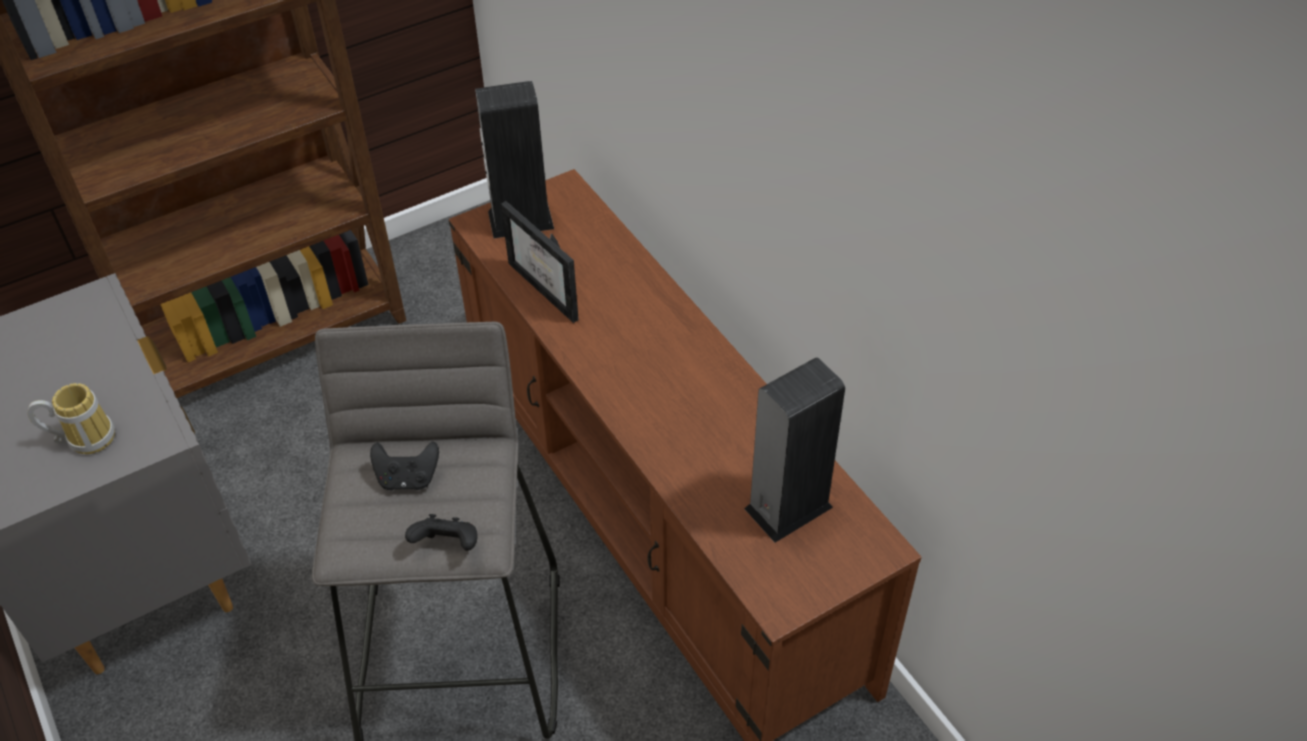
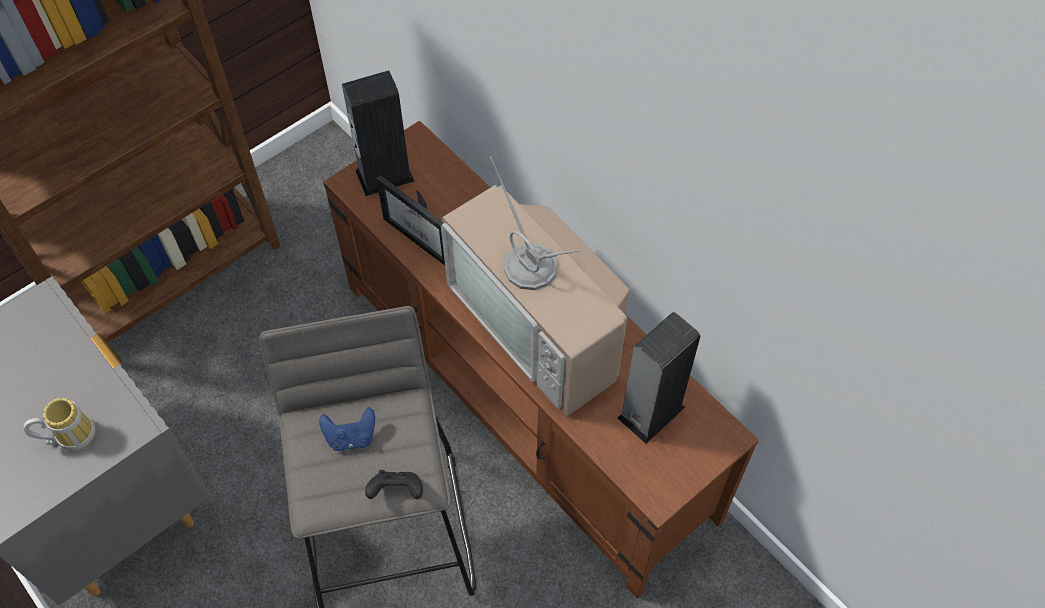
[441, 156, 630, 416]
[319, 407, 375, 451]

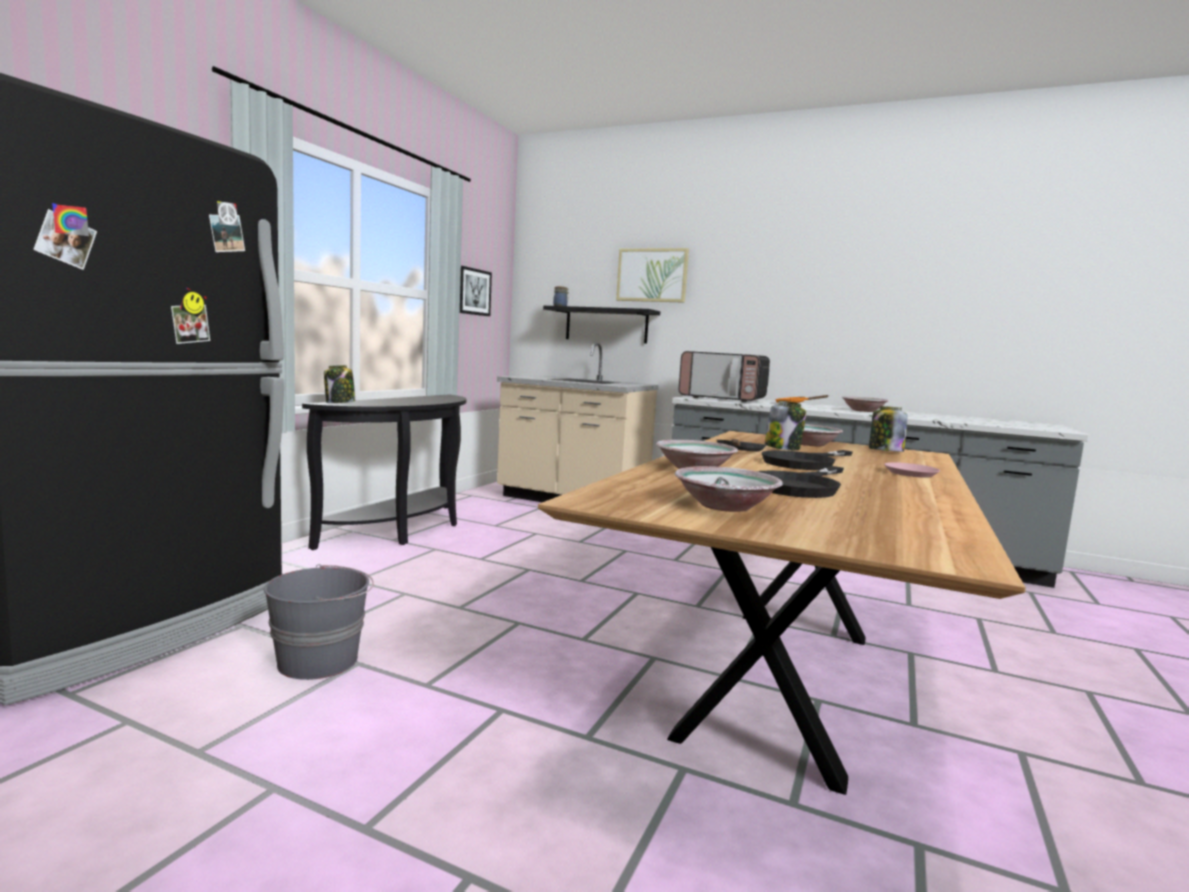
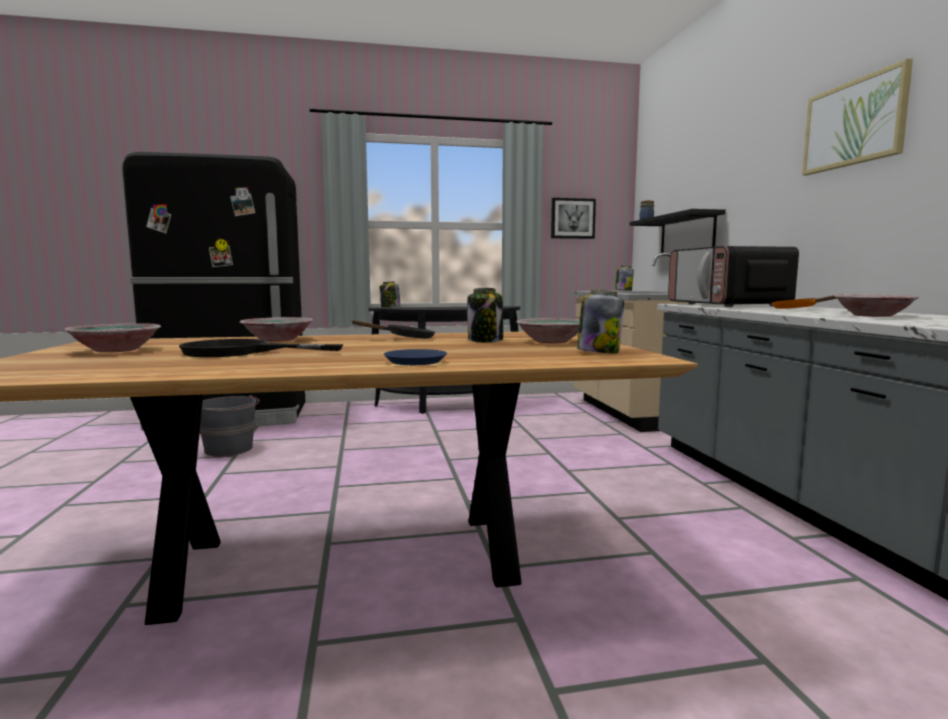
[762, 450, 853, 470] (first image)
[615, 265, 634, 291]
[802, 58, 913, 175]
[384, 349, 447, 365]

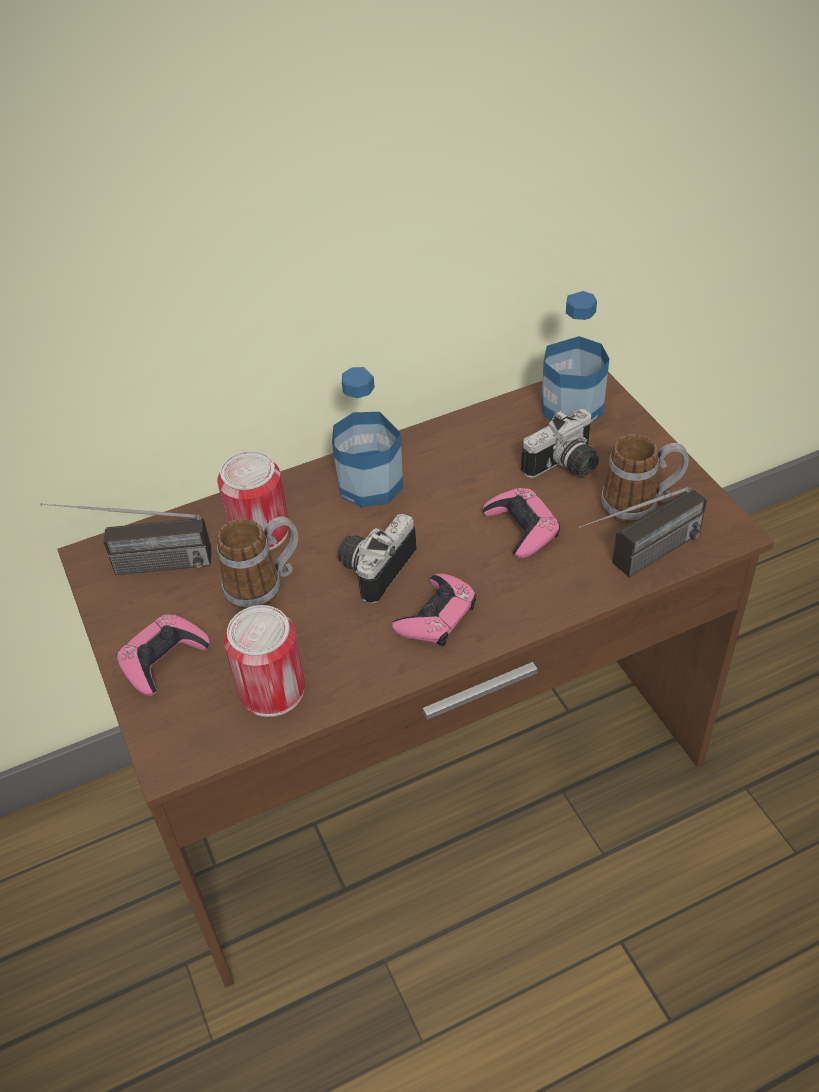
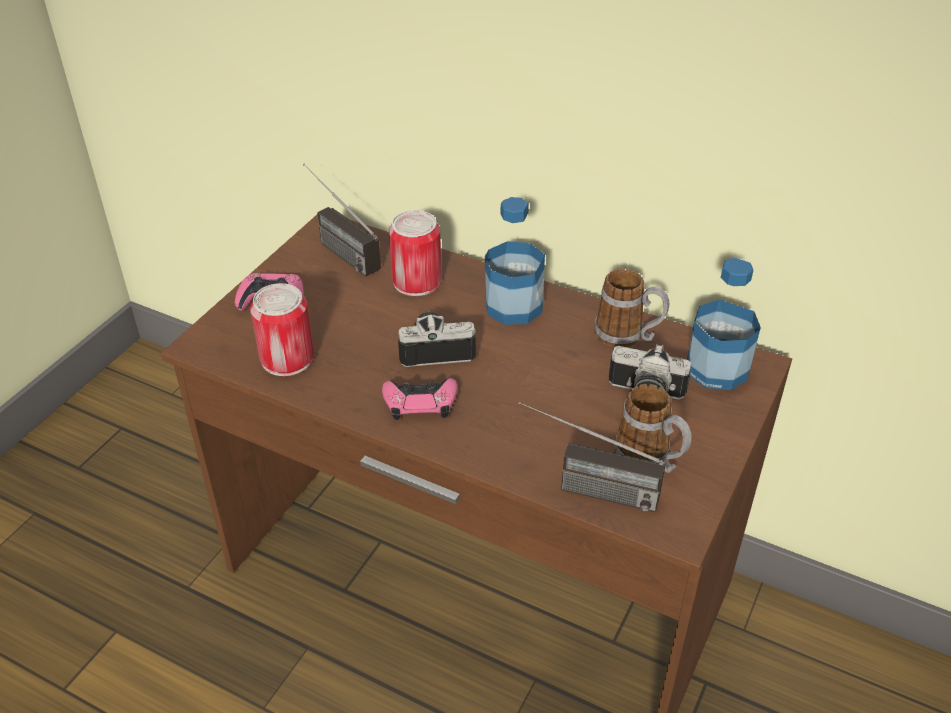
[482, 488, 560, 558] (first image)
[594, 269, 669, 347]

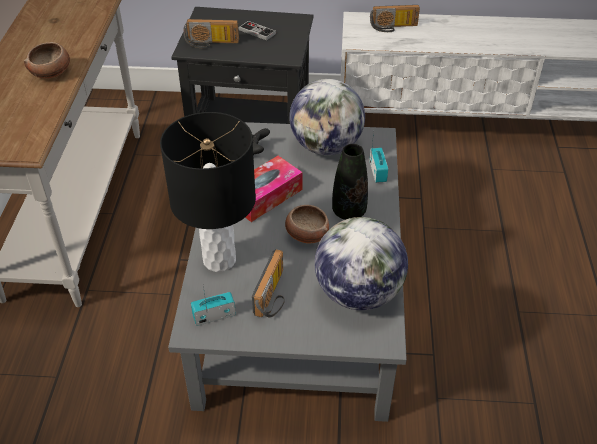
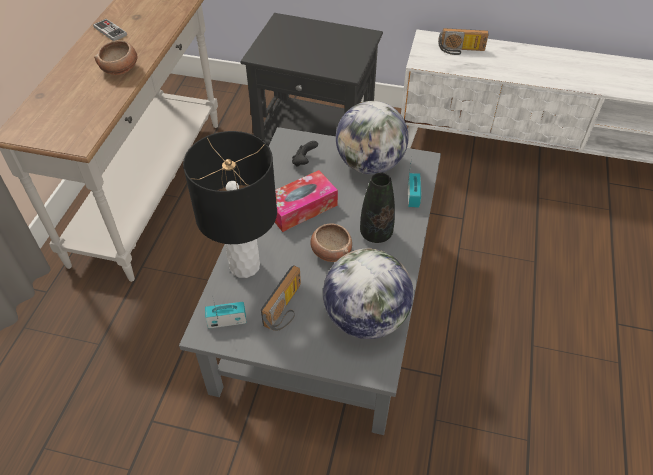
[183, 19, 239, 49] (first image)
[93, 19, 127, 41]

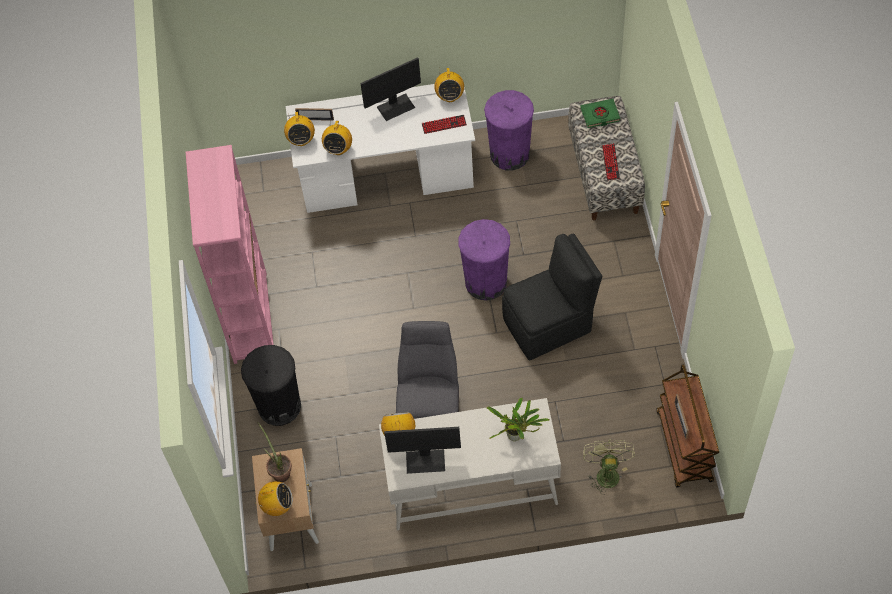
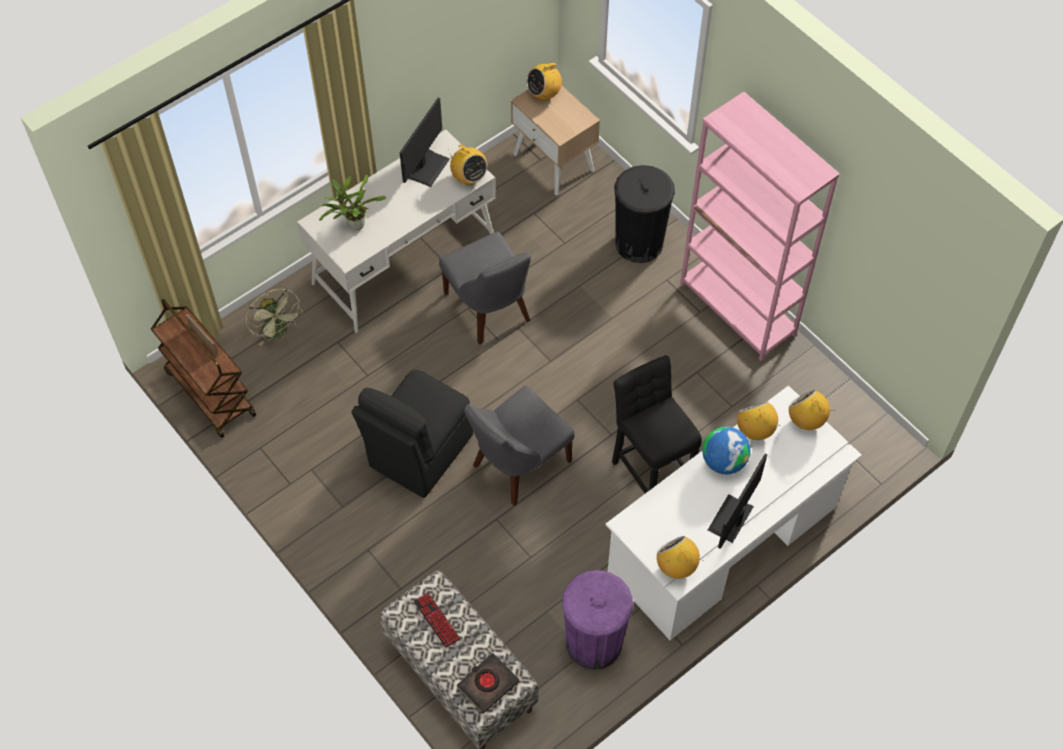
[258, 423, 292, 482] (first image)
[295, 108, 334, 121] (first image)
[422, 115, 467, 134] (first image)
[612, 355, 701, 493]
[702, 427, 751, 474]
[464, 386, 574, 506]
[457, 653, 519, 714]
[400, 97, 450, 187]

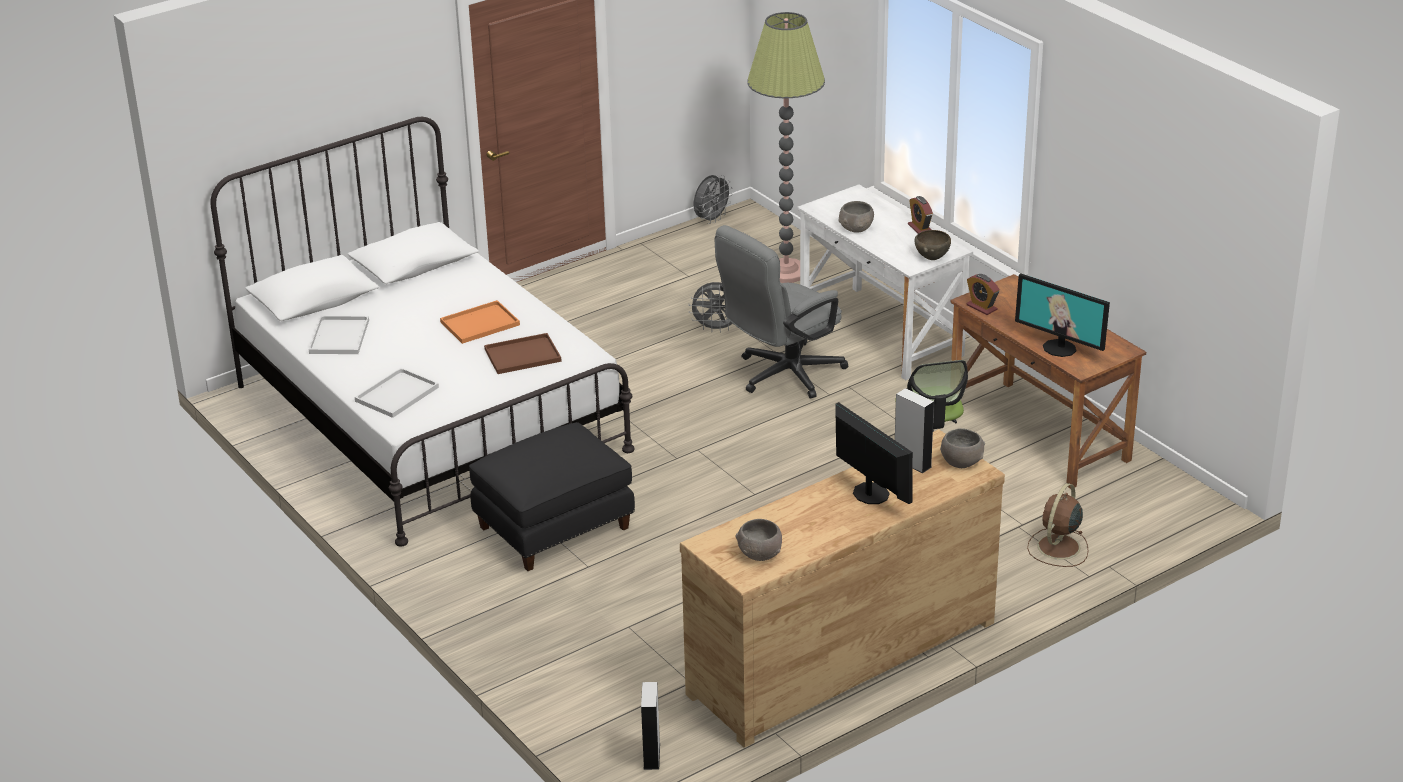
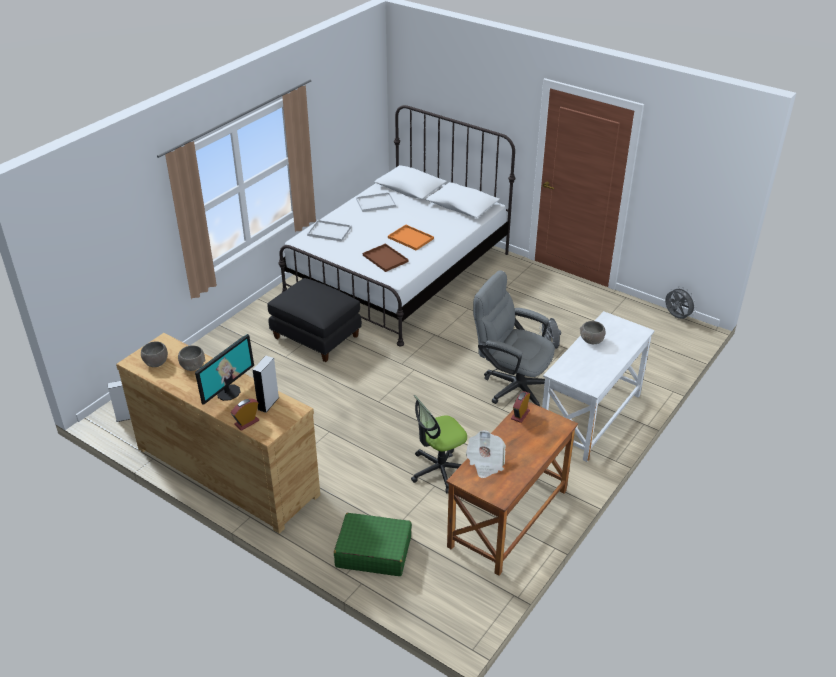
[747, 12, 825, 283] (first image)
[915, 230, 951, 260] (first image)
[231, 399, 259, 431]
[178, 345, 205, 371]
[465, 430, 506, 478]
[334, 513, 412, 576]
[665, 286, 697, 319]

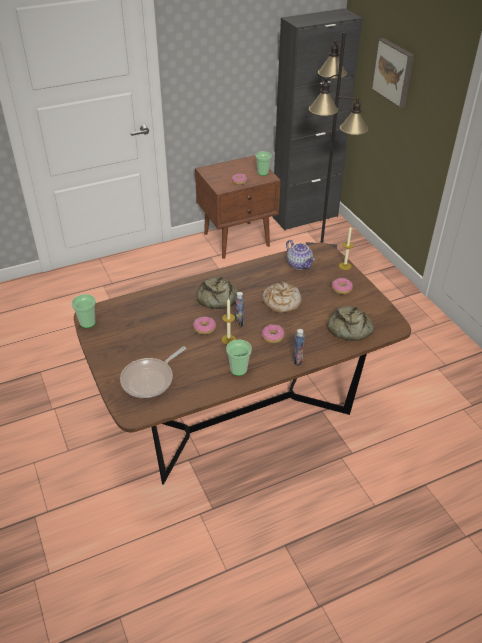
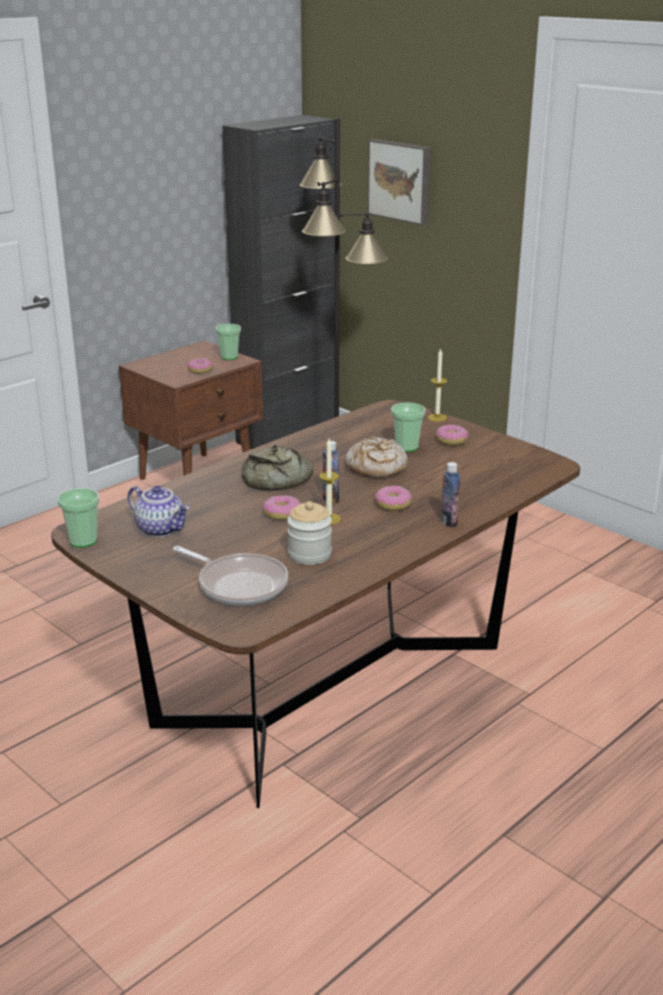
[327, 306, 375, 341] (first image)
[287, 501, 332, 565]
[391, 402, 425, 452]
[128, 486, 190, 537]
[173, 546, 288, 606]

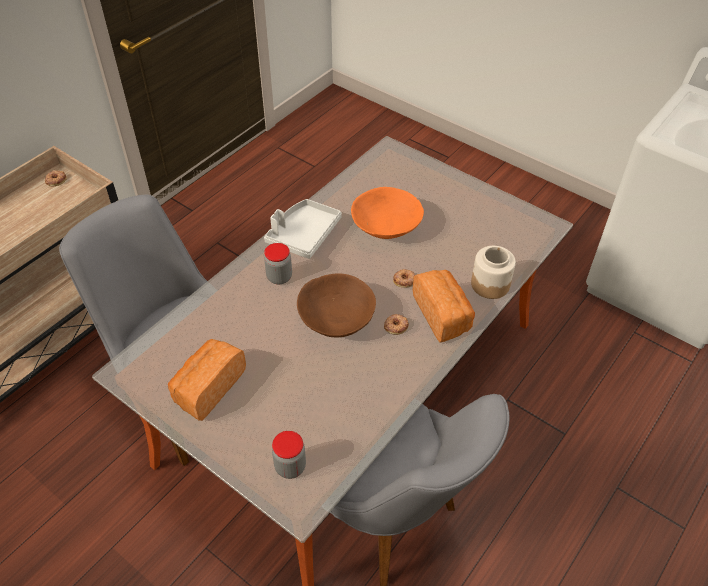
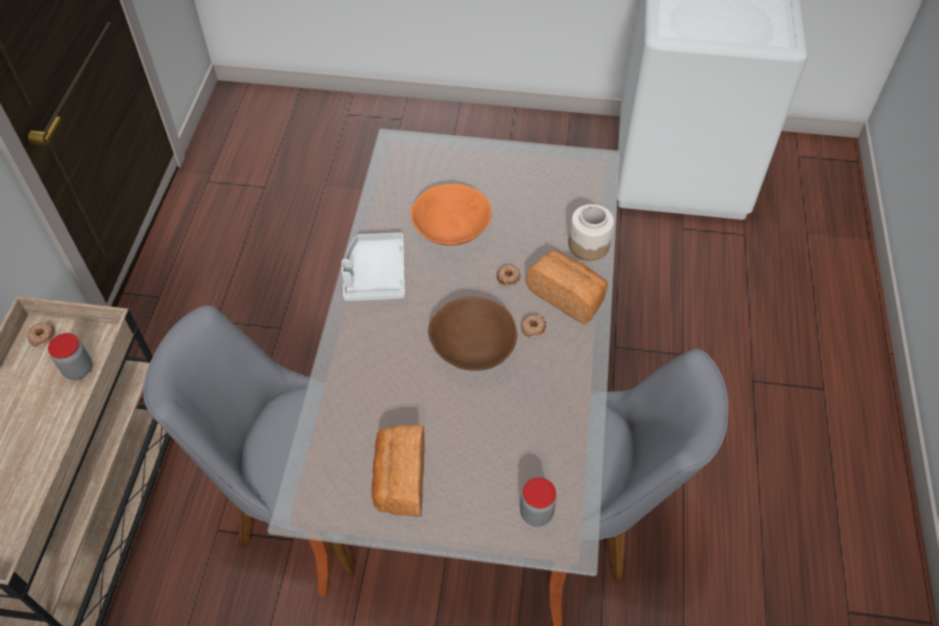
[48, 333, 92, 380]

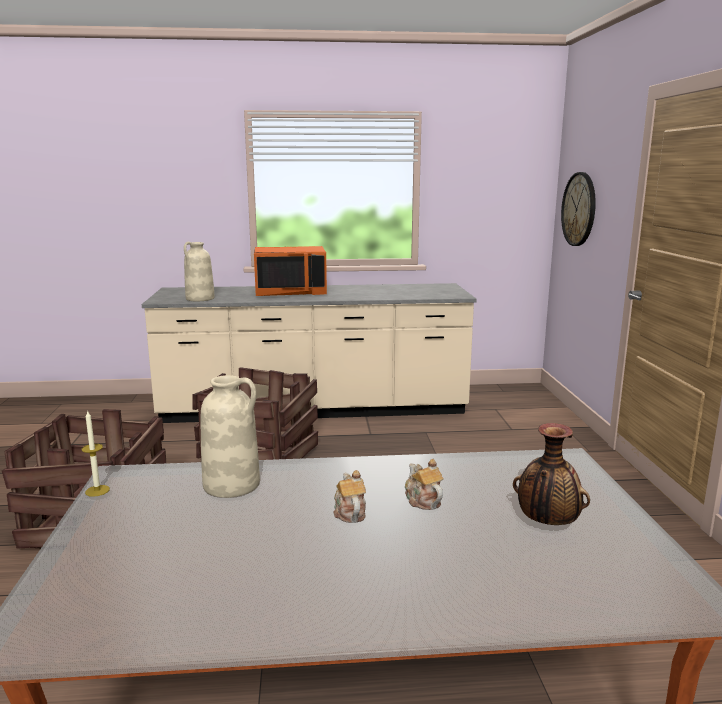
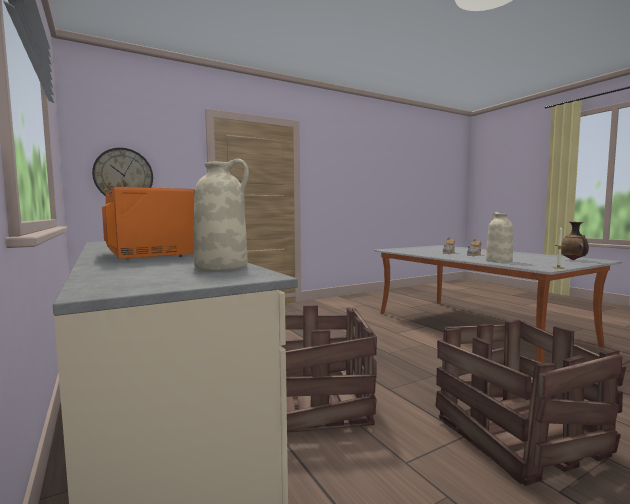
[561, 222, 589, 260]

